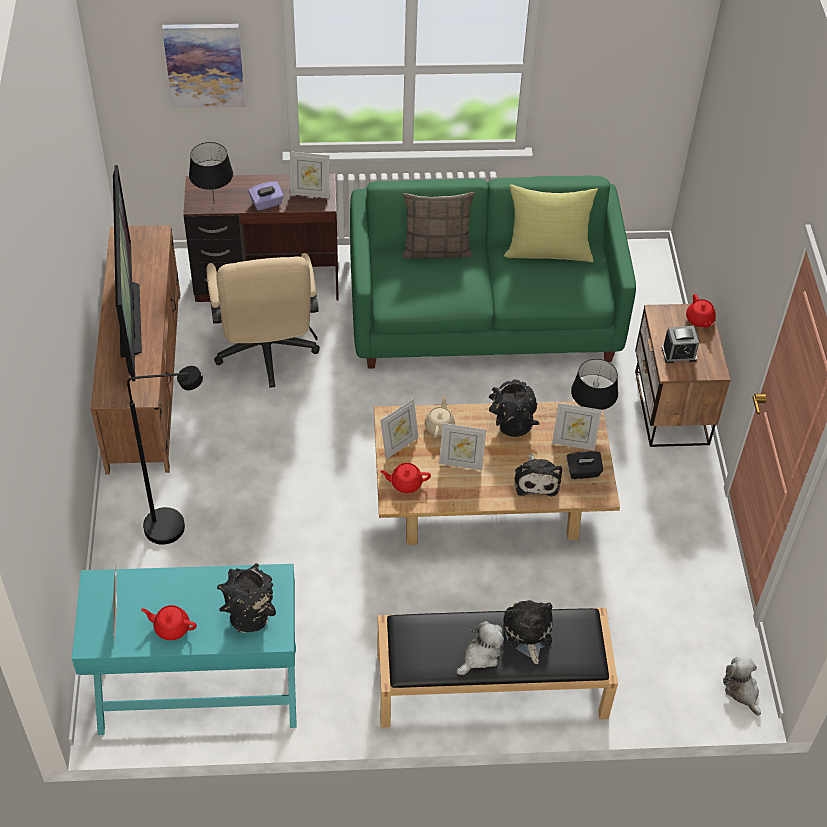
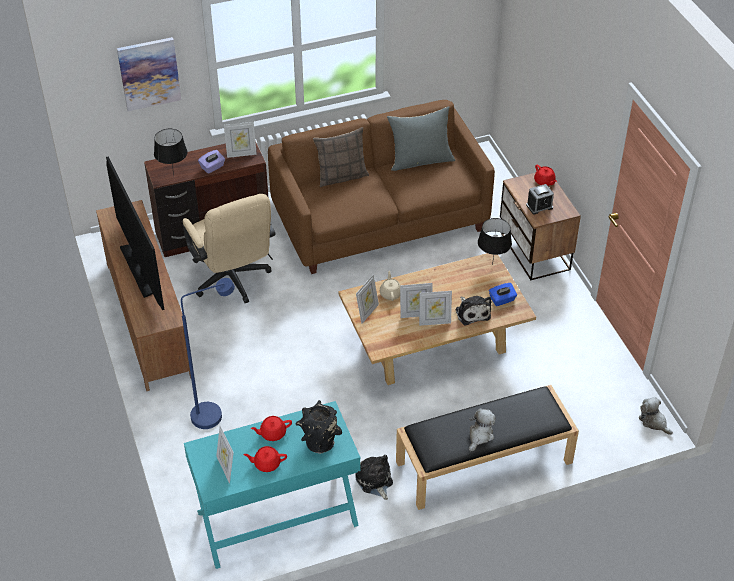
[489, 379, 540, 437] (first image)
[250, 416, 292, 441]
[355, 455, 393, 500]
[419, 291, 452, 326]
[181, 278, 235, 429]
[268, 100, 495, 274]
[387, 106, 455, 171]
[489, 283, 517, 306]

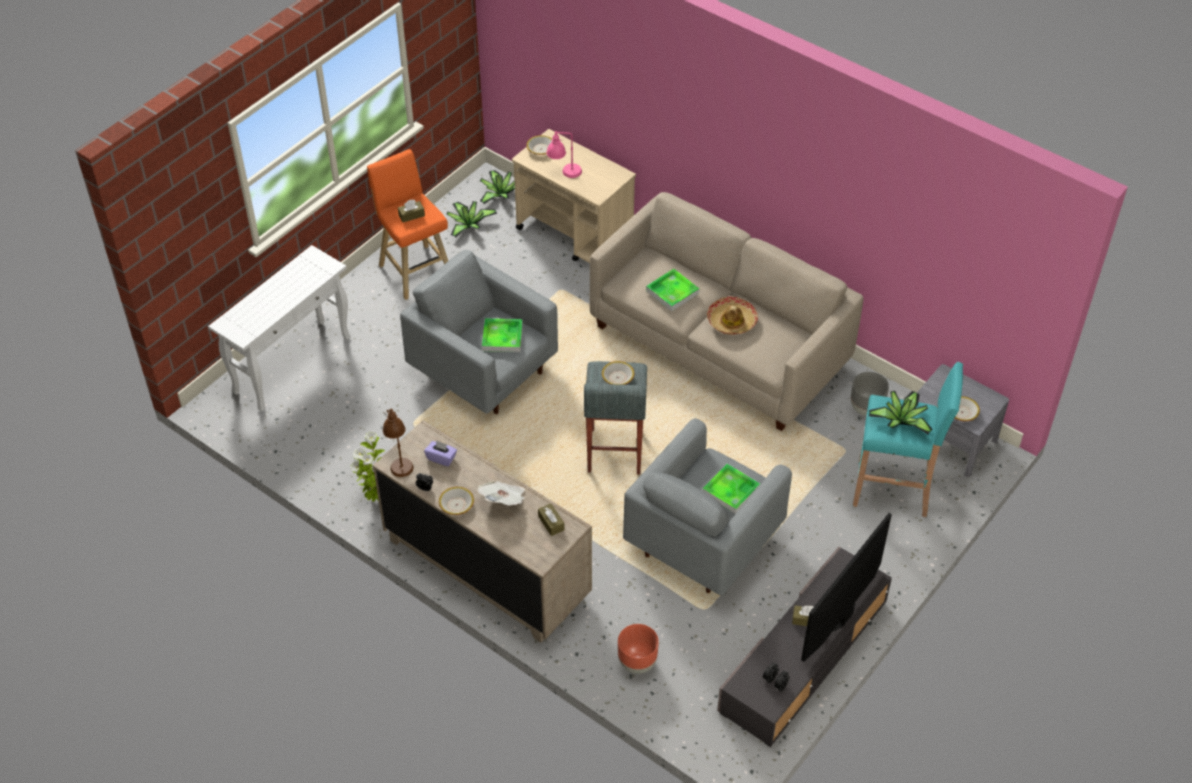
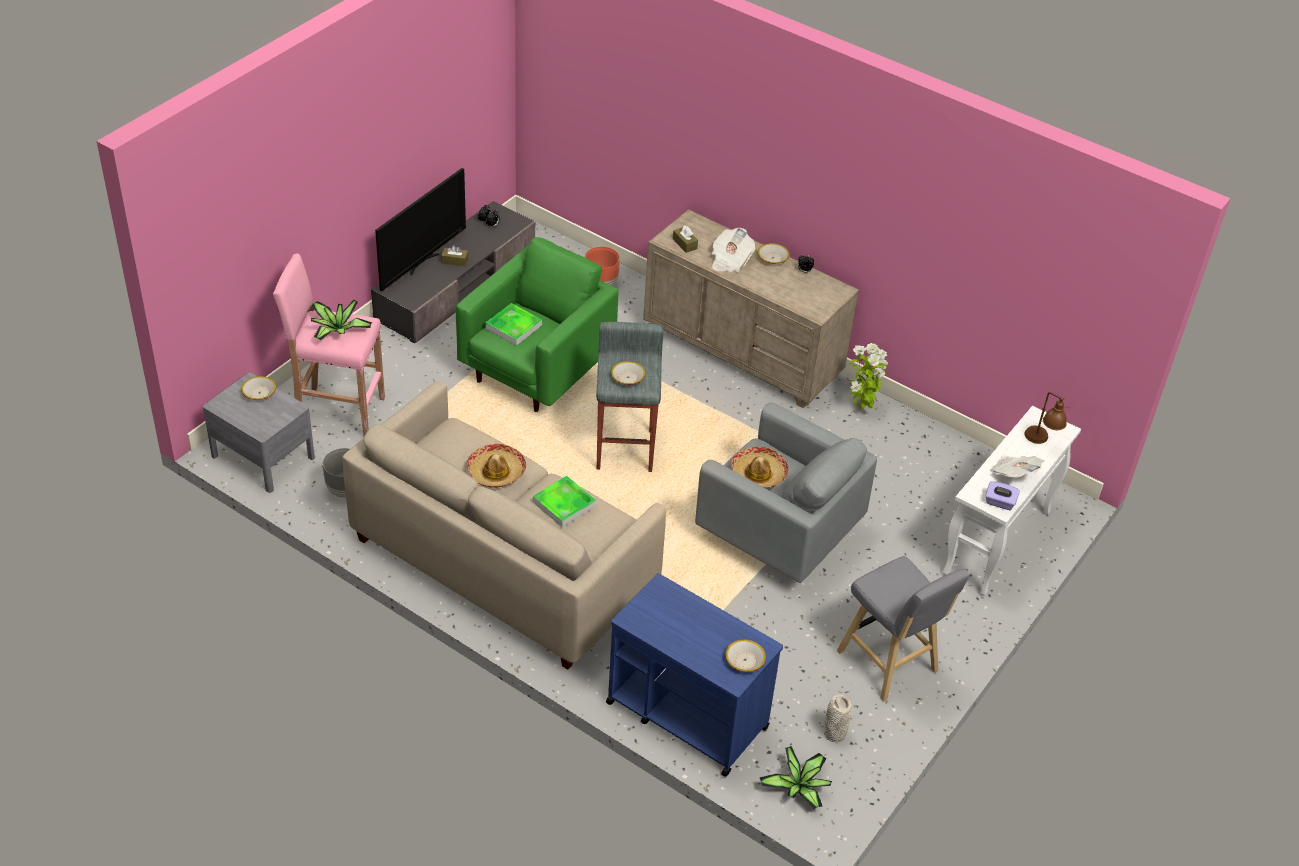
[398, 200, 425, 222] (first image)
[547, 131, 582, 178] (first image)
[990, 456, 1044, 477]
[1025, 392, 1070, 444]
[986, 481, 1020, 510]
[824, 694, 852, 742]
[731, 447, 789, 489]
[837, 556, 969, 701]
[606, 573, 783, 777]
[456, 237, 618, 412]
[273, 253, 385, 436]

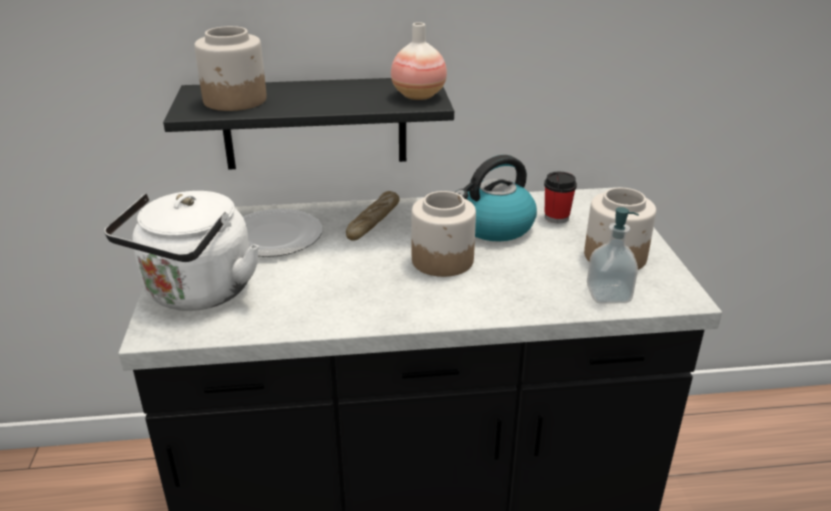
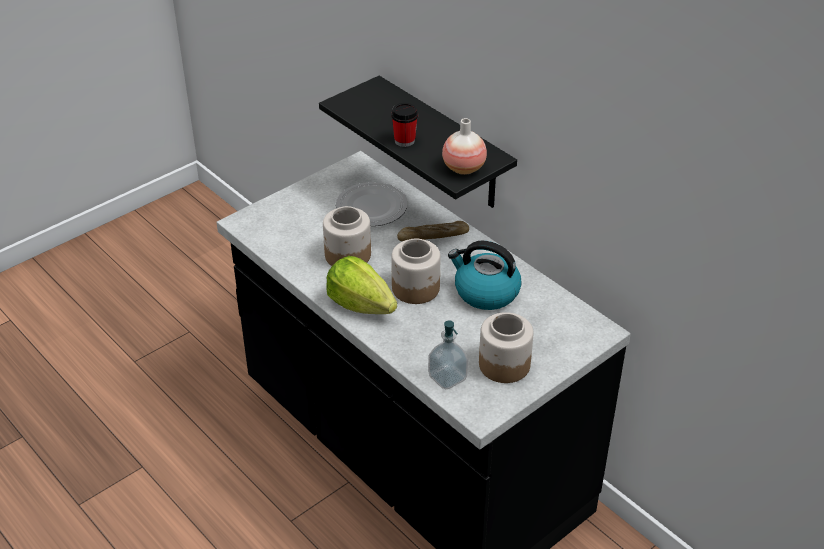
[104, 191, 259, 311] (first image)
[326, 256, 397, 314]
[323, 206, 371, 266]
[391, 103, 418, 147]

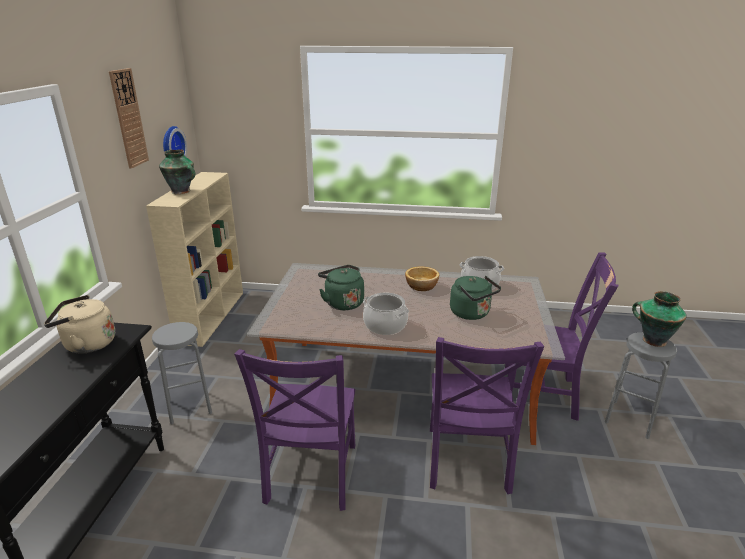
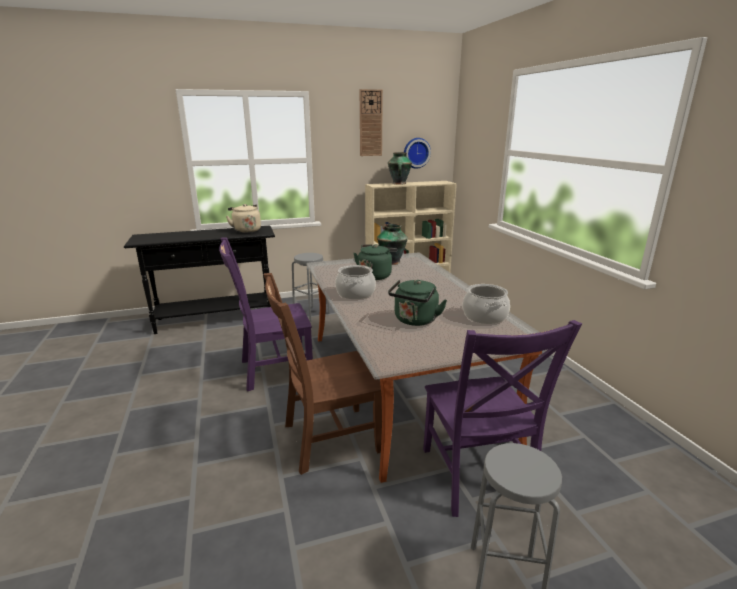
[405, 266, 439, 291] (first image)
[377, 224, 408, 265]
[264, 273, 382, 475]

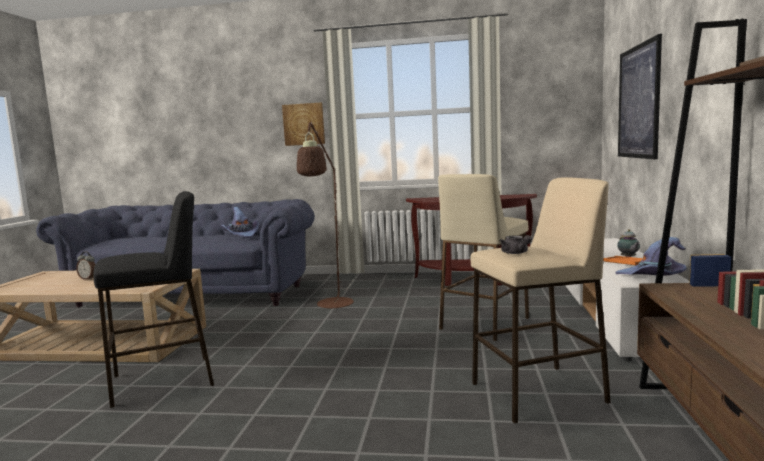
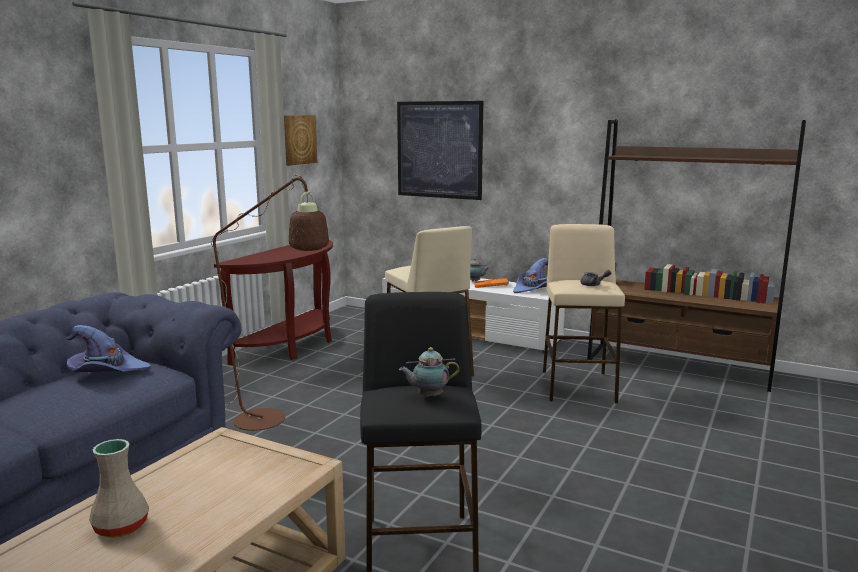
[399, 347, 460, 397]
[284, 115, 317, 166]
[89, 439, 149, 538]

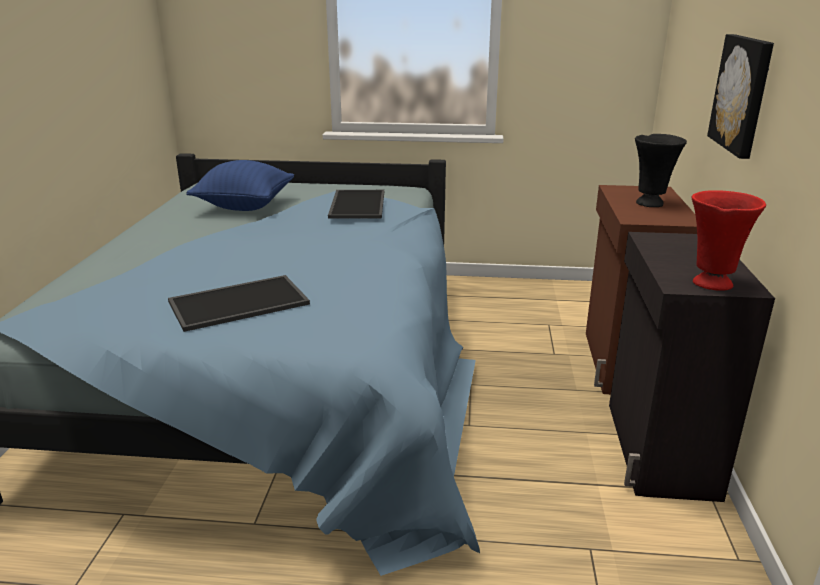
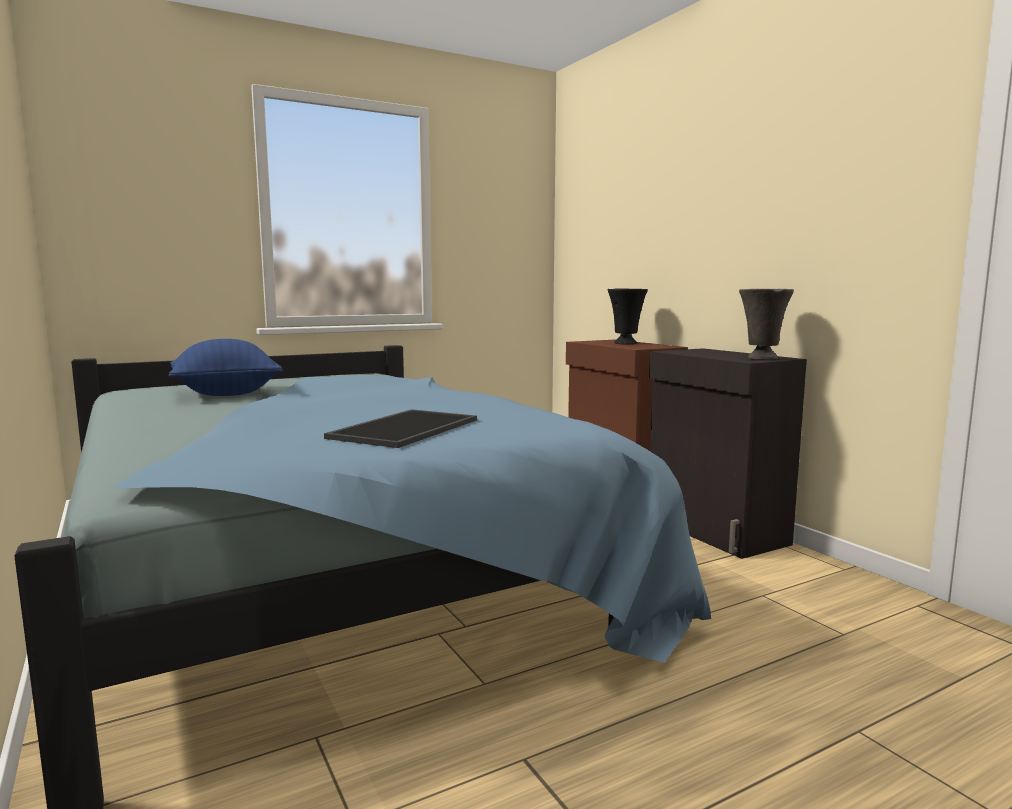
[328, 190, 384, 219] (first image)
[707, 34, 774, 159] (first image)
[739, 289, 794, 359]

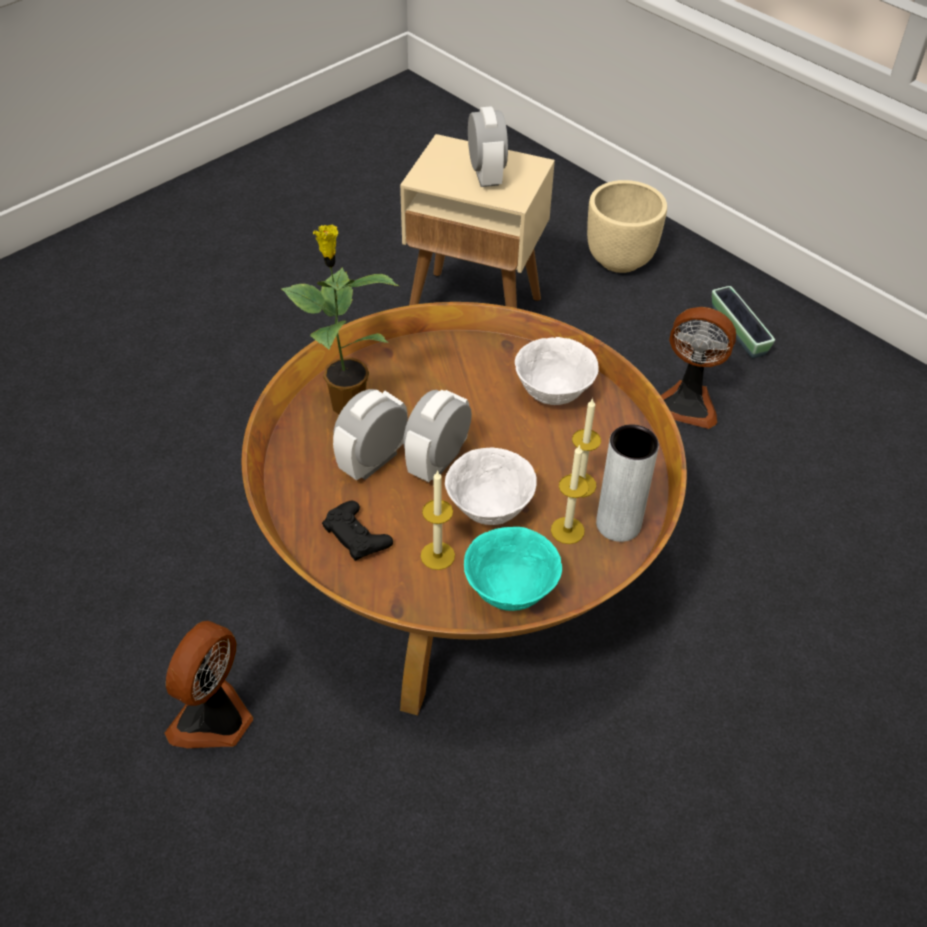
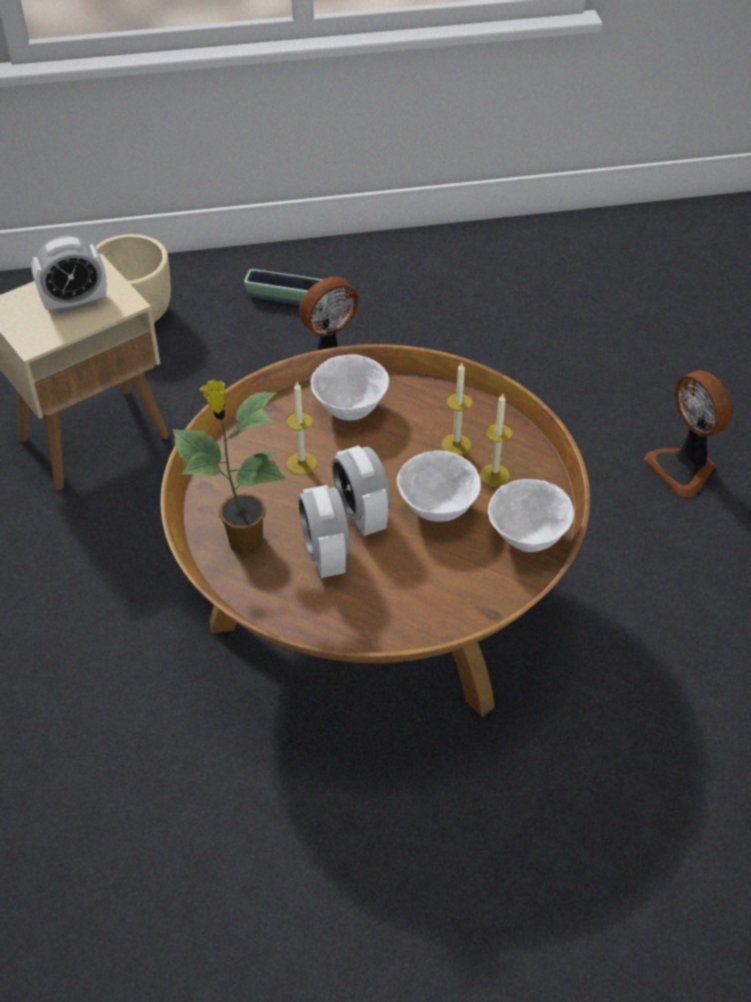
[322, 501, 393, 561] (first image)
[596, 424, 659, 542] (first image)
[644, 370, 732, 497]
[286, 382, 317, 475]
[488, 479, 574, 552]
[31, 236, 107, 314]

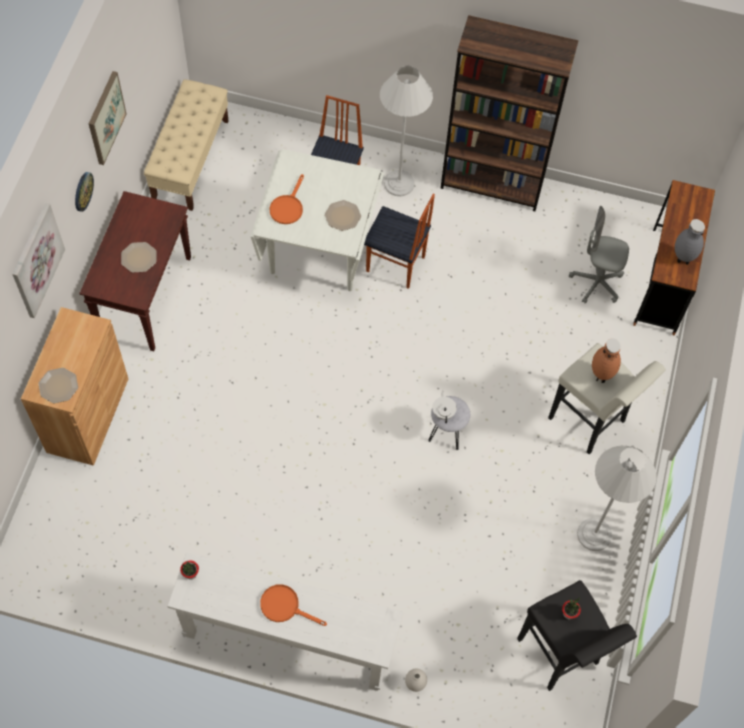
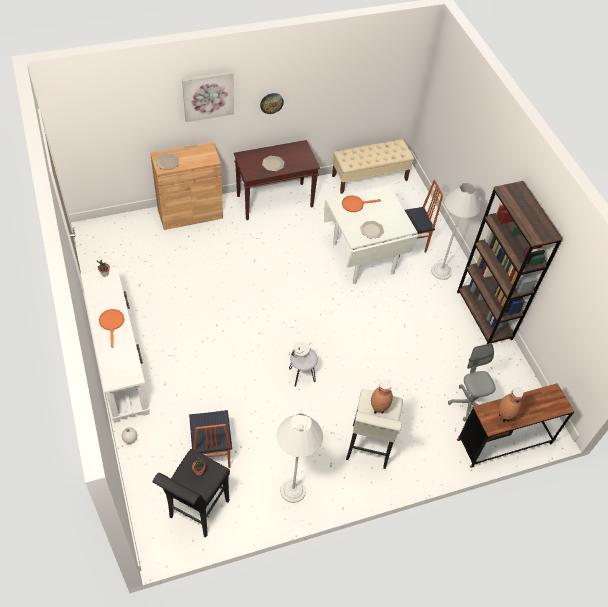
[89, 71, 127, 165] (first image)
[189, 410, 232, 468]
[499, 387, 523, 422]

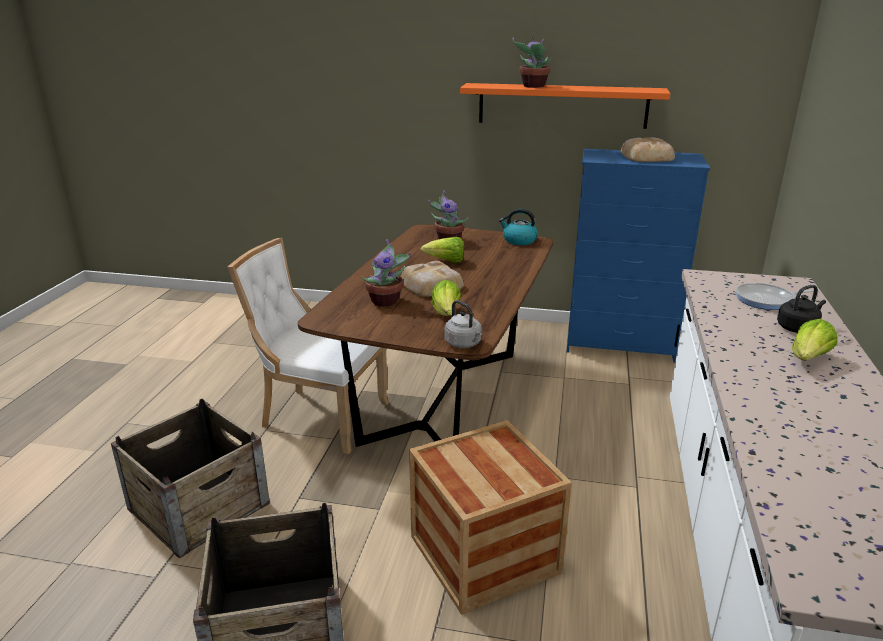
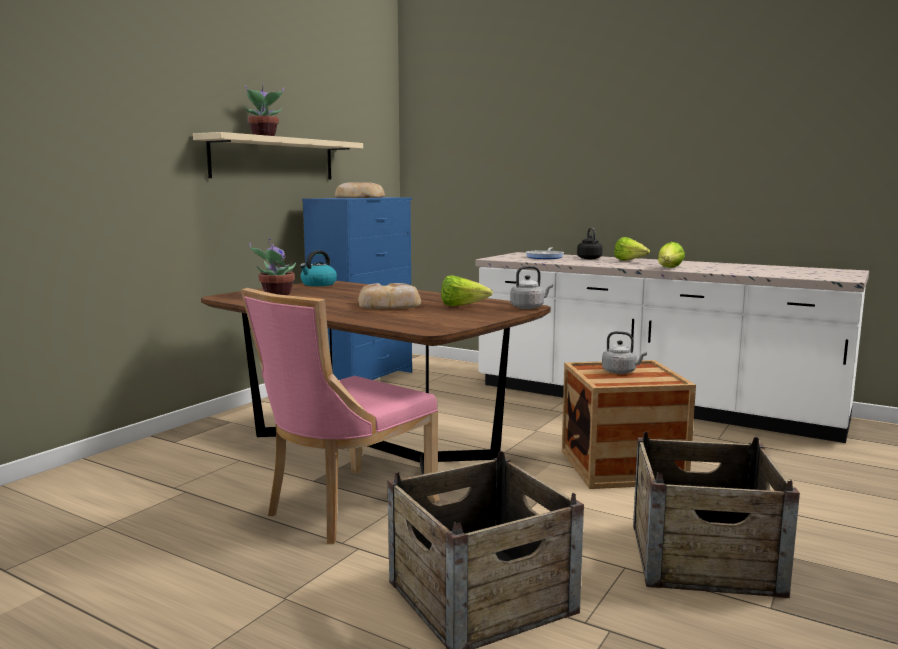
[361, 239, 411, 306] (first image)
[602, 331, 647, 374]
[658, 242, 685, 268]
[241, 288, 440, 544]
[193, 132, 363, 179]

